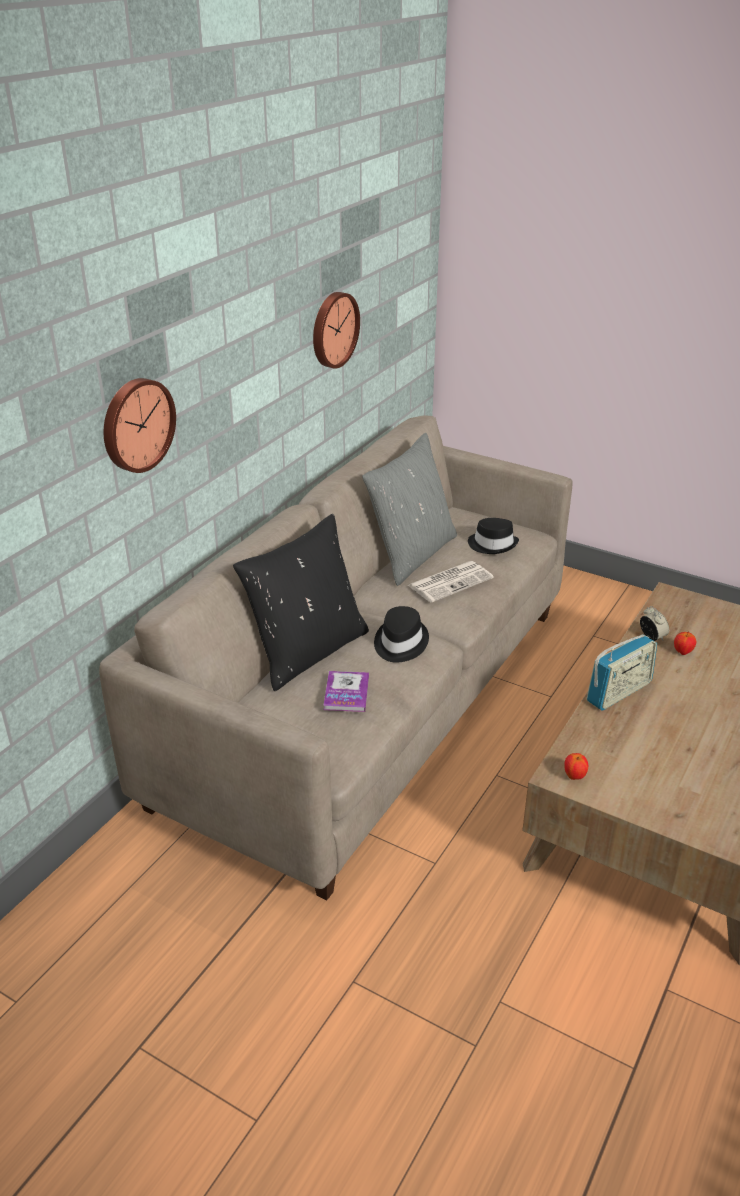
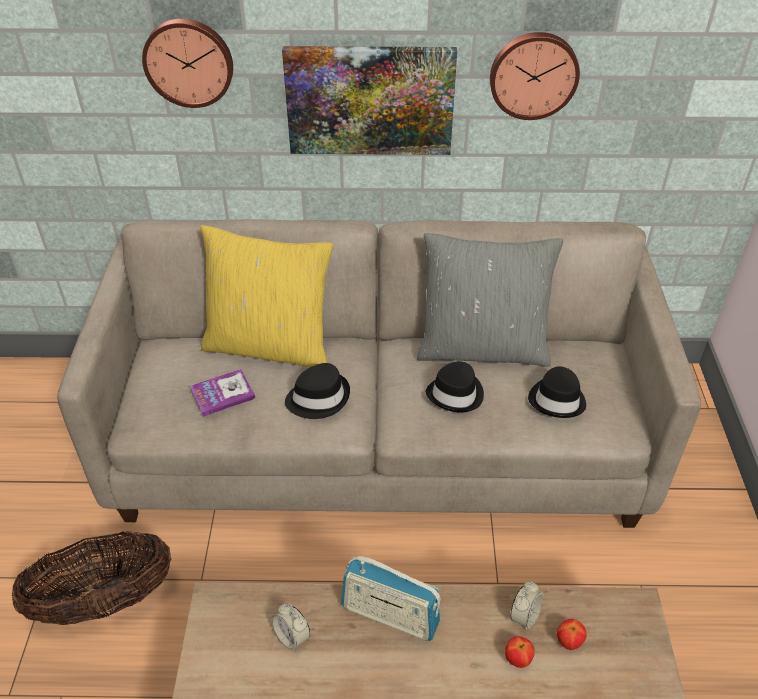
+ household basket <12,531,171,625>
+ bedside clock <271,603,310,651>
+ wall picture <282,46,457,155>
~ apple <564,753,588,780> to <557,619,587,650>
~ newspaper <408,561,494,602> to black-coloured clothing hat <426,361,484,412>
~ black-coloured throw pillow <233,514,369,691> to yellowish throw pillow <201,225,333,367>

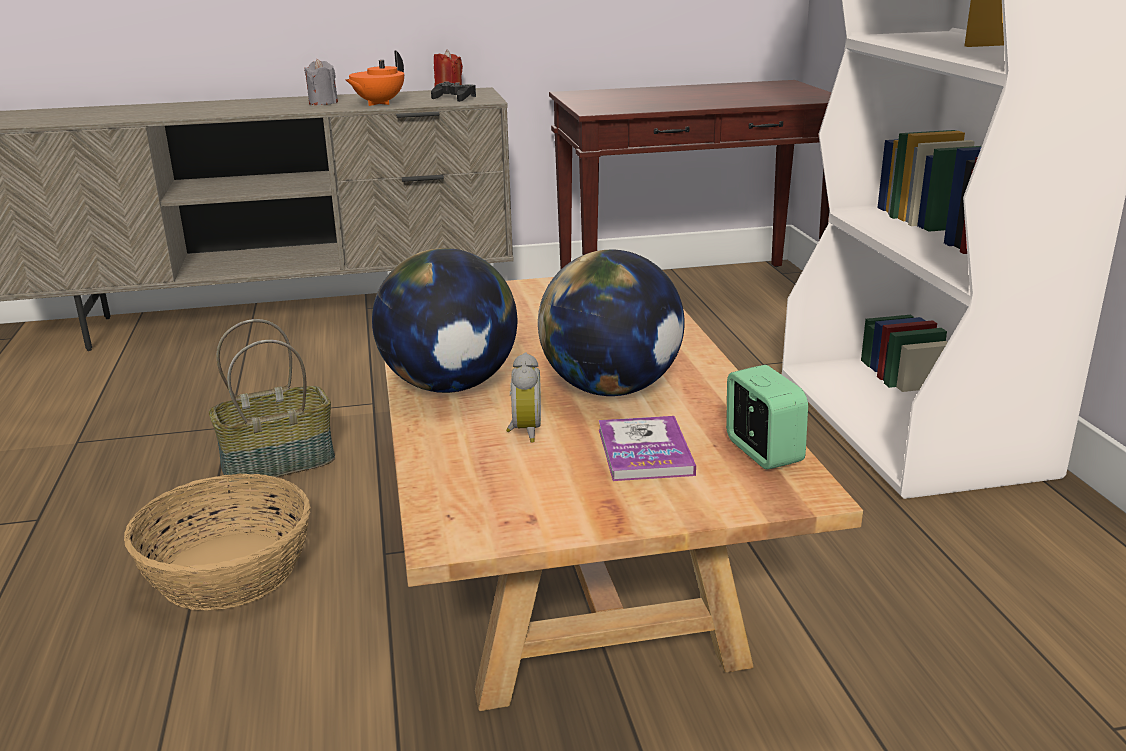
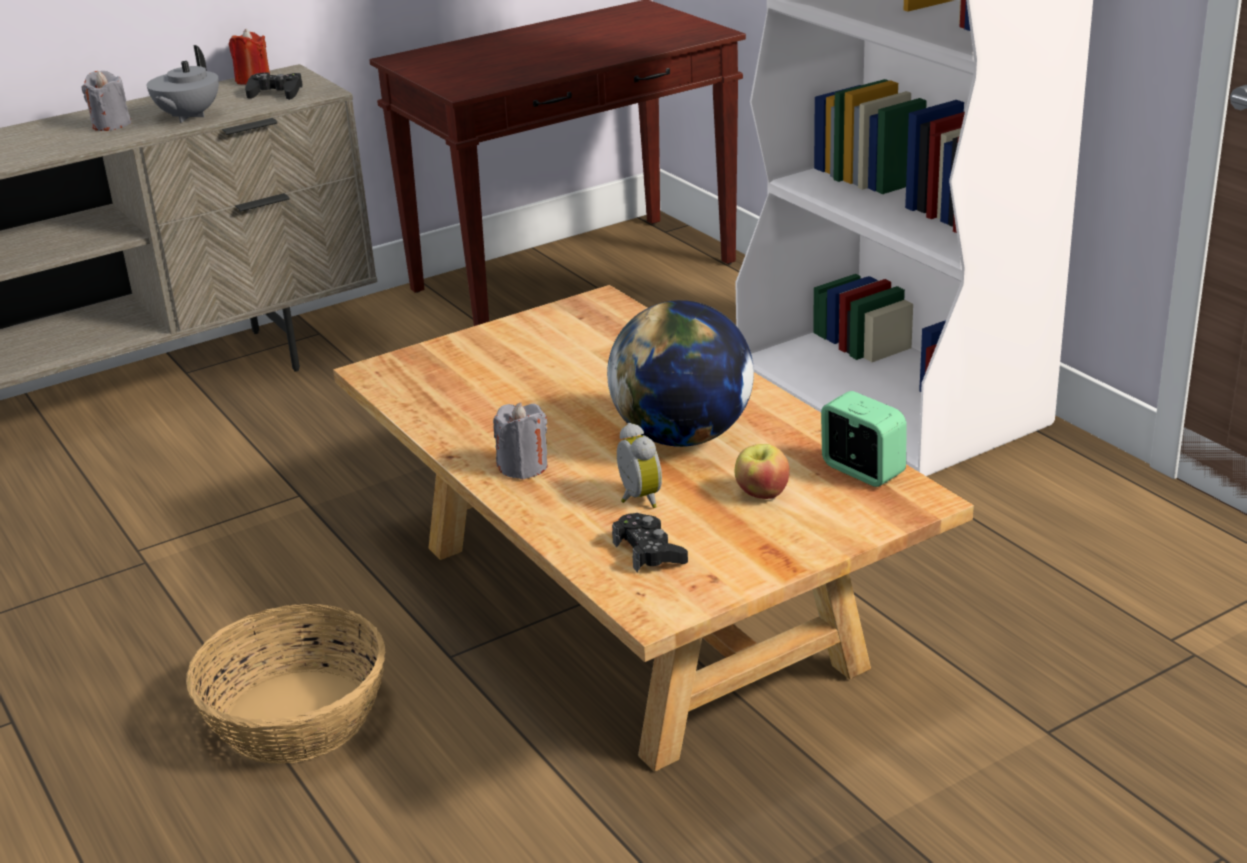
- household basket <209,319,335,484>
+ black-coloured joypad <612,513,688,572>
~ desk globe <372,248,517,393> to gray candle <493,402,547,479>
~ bound book <599,416,696,481> to apple <735,444,790,499>
~ orange-coloured teapot <345,50,404,106> to gray teapot <147,45,219,123>

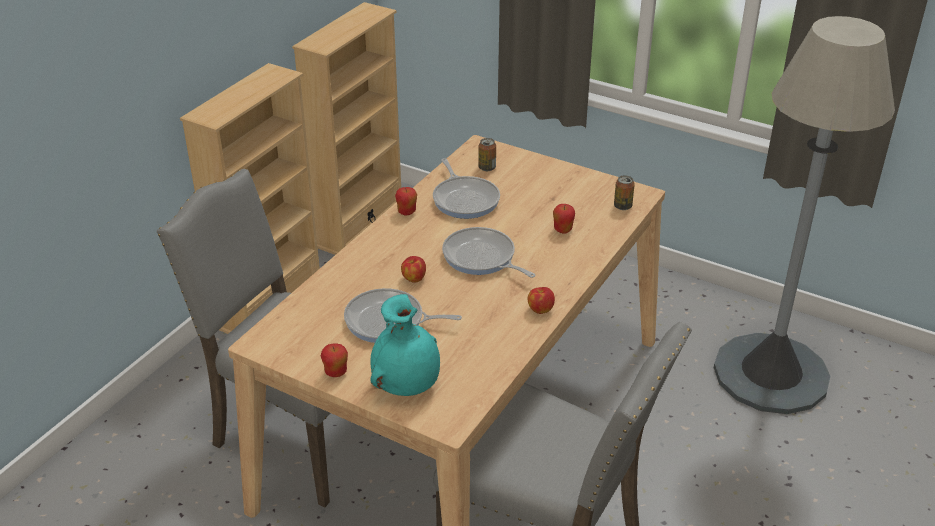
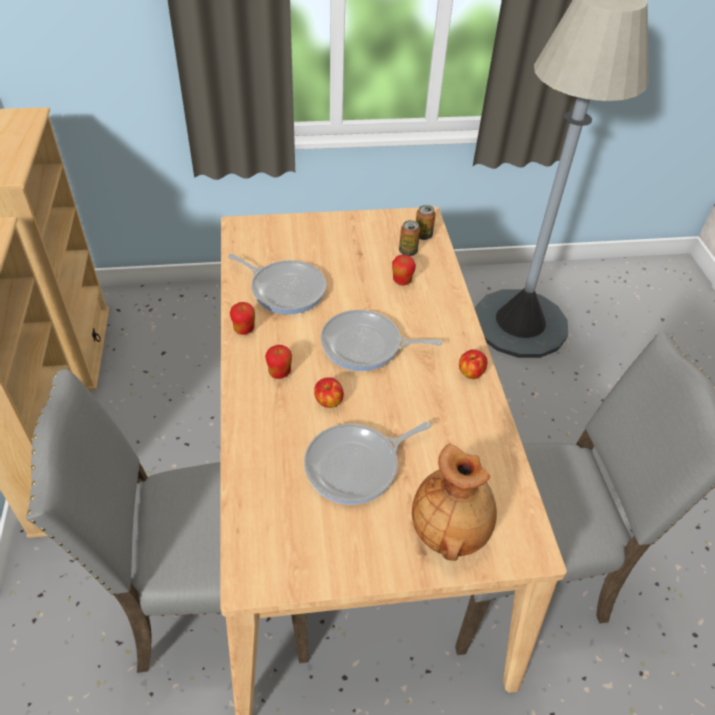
~ apple <321,344,348,377> to <265,345,292,379>
~ metal can <478,138,496,171> to <399,220,420,256>
~ turquoise-coloured vase <370,294,440,396> to brown-coloured vase <412,443,497,561>

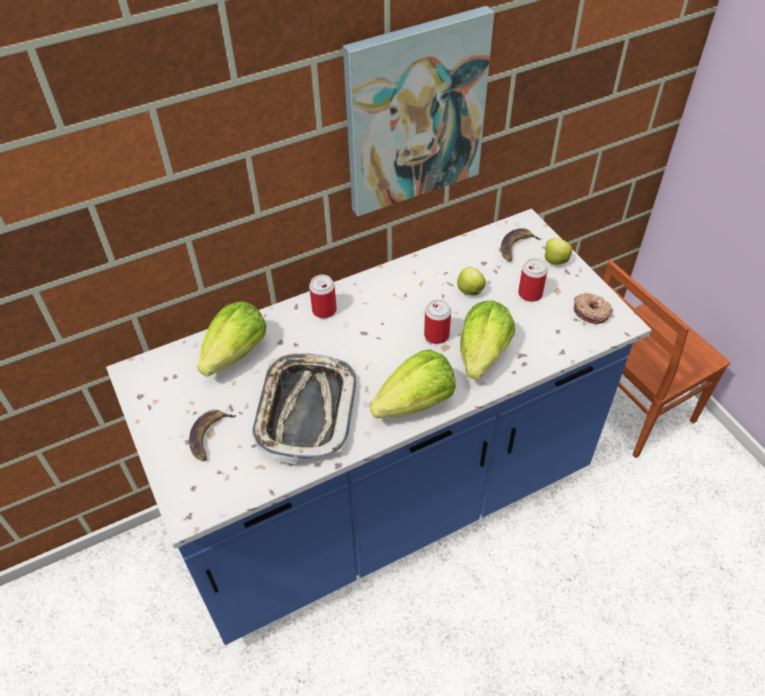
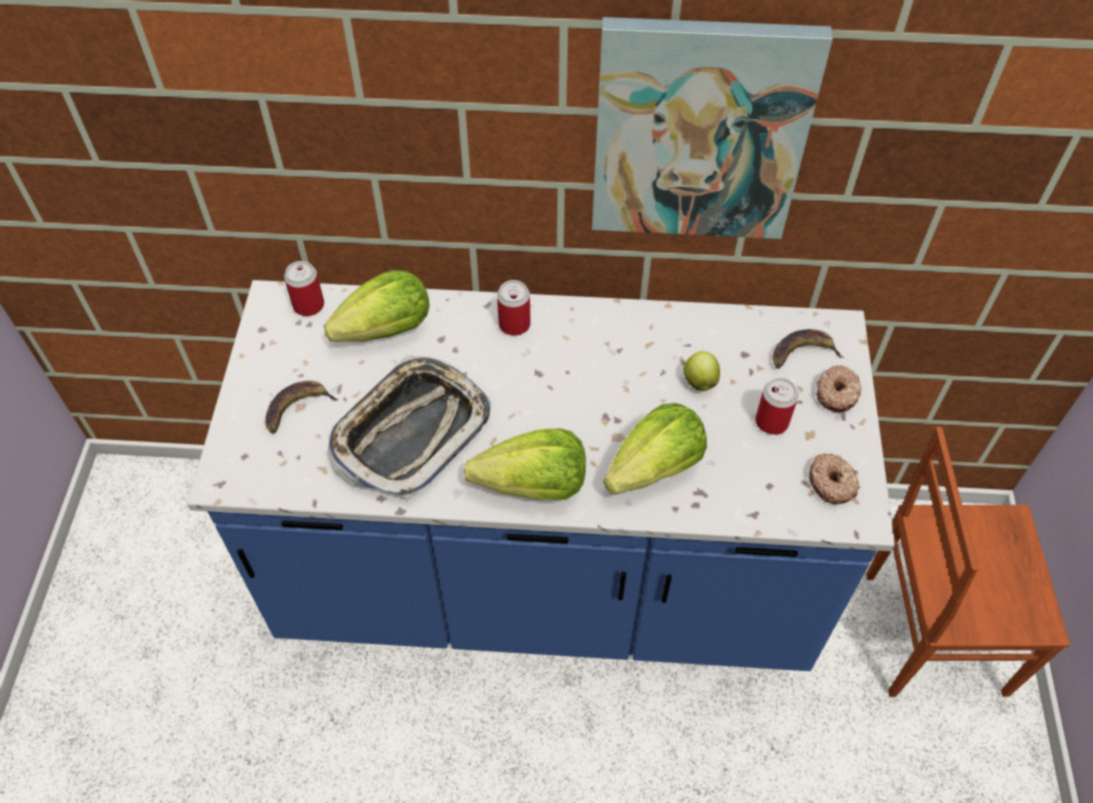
~ metal can <424,299,451,344> to <284,261,324,316>
~ apple <542,238,572,265> to ring doughnut <817,365,861,412>

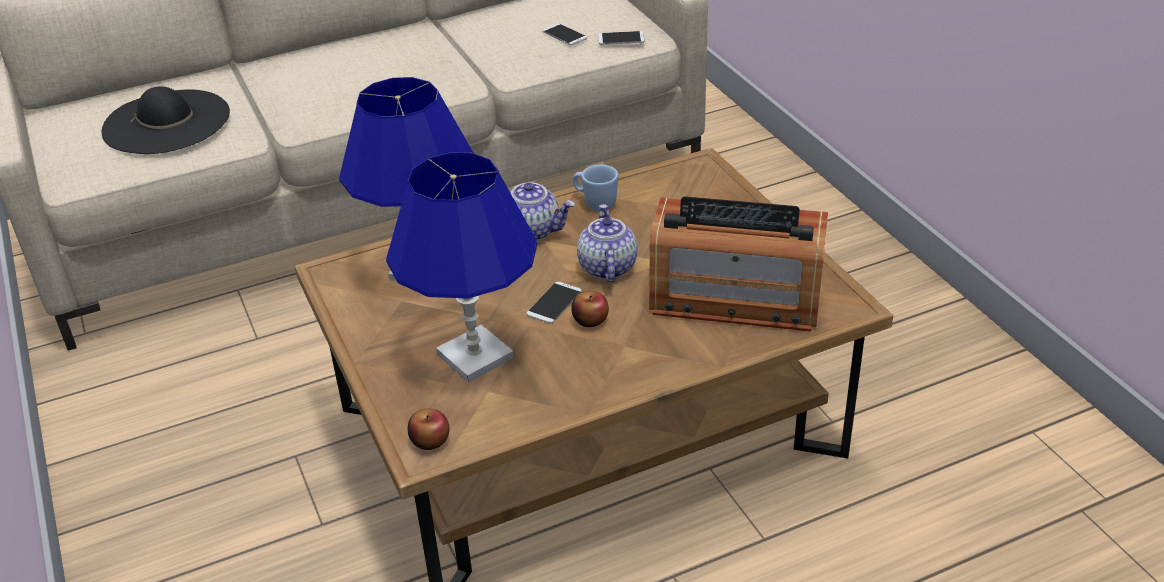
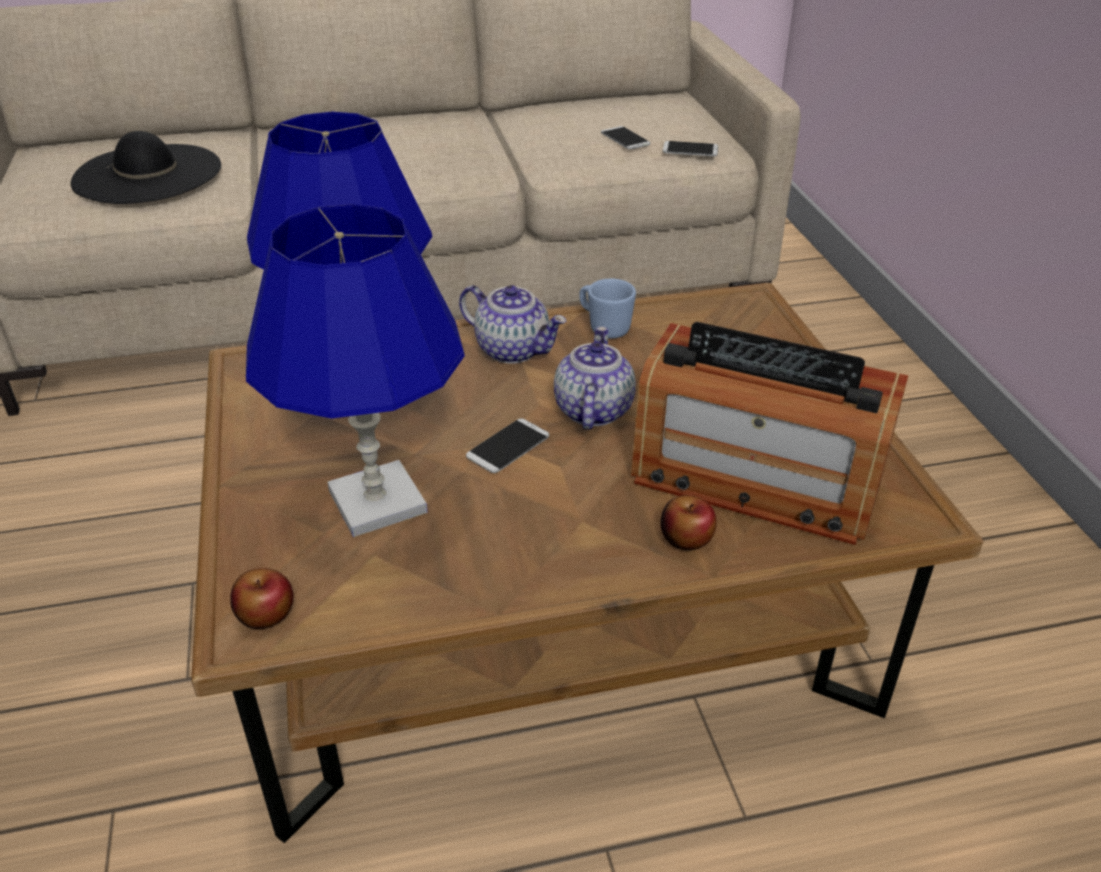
~ apple <572,291,609,327> to <660,495,716,550>

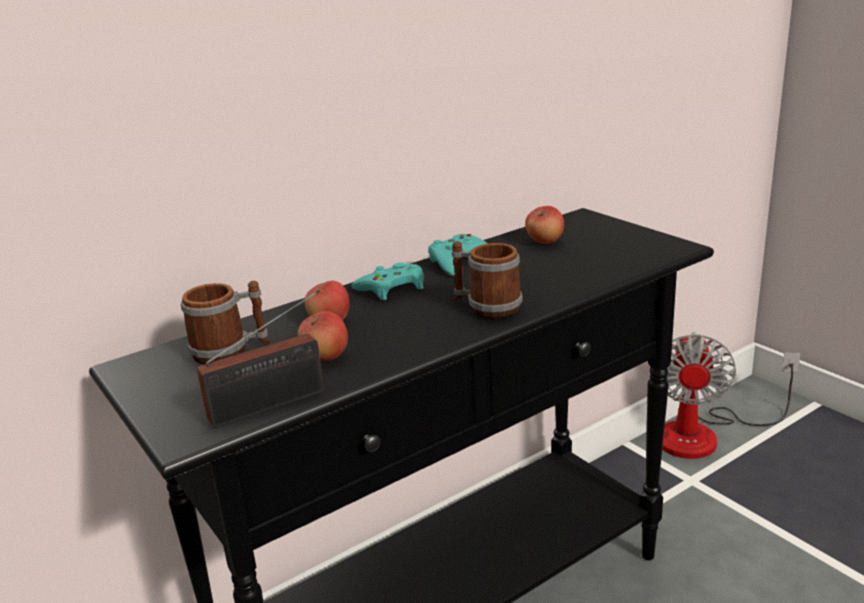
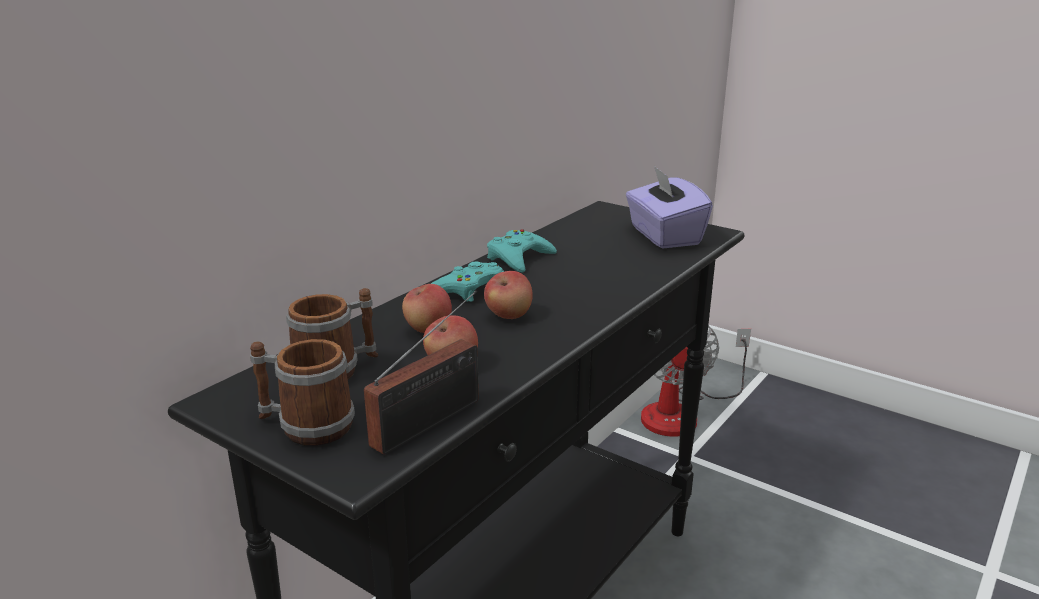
+ purple-coloured tissue box <626,166,713,249>
~ tea mug <452,241,523,319> to <250,339,355,446>
~ apple <525,206,564,244> to <484,271,533,319>

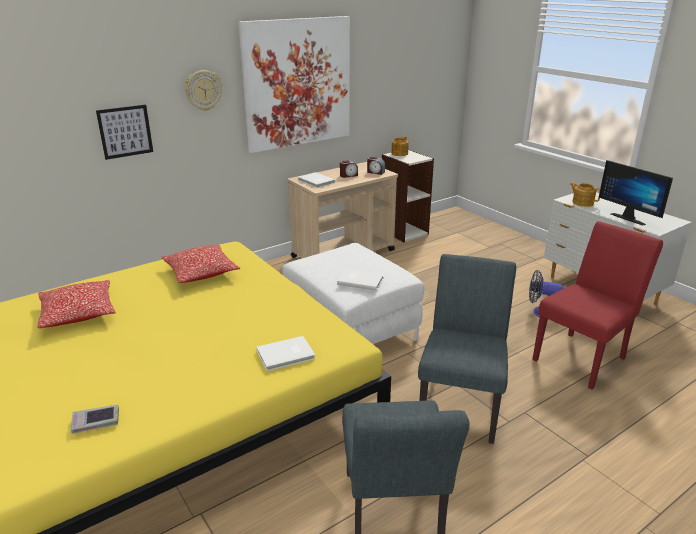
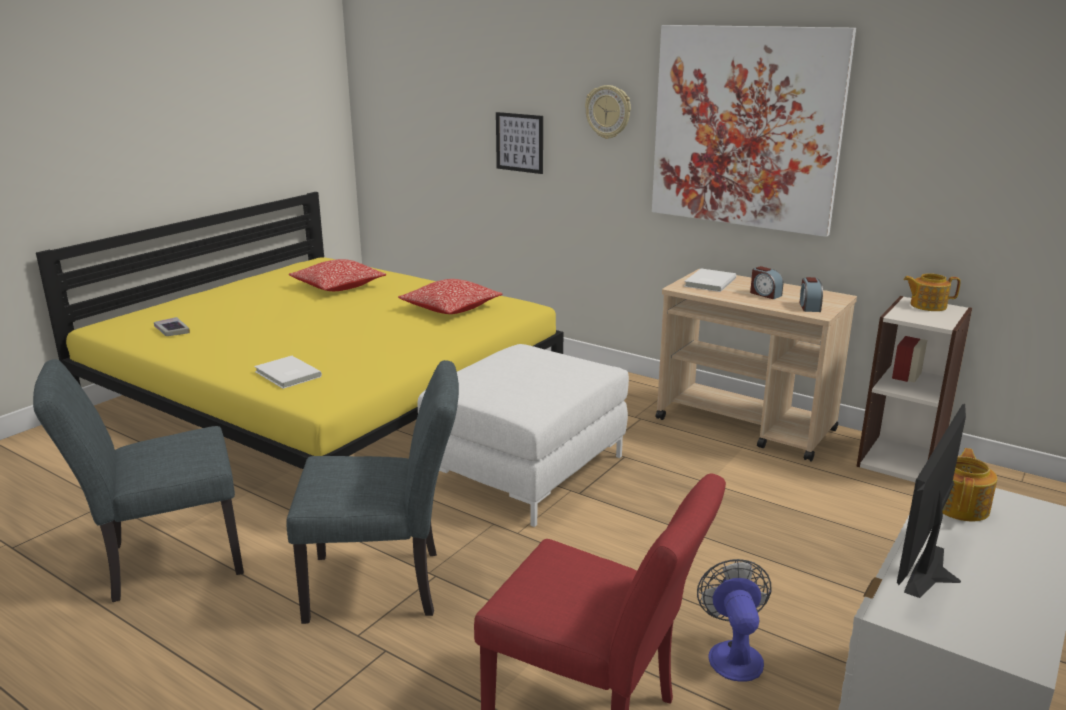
- whitish bound book <337,268,384,291>

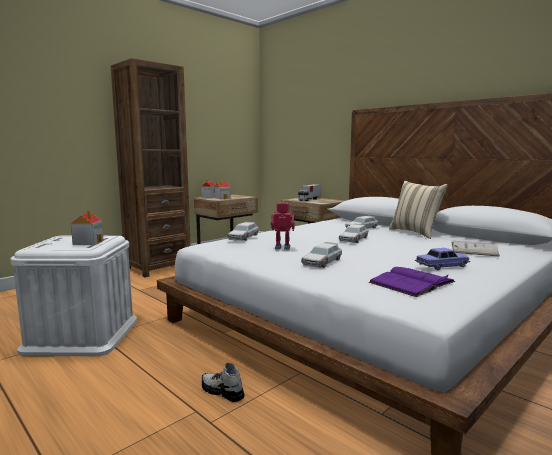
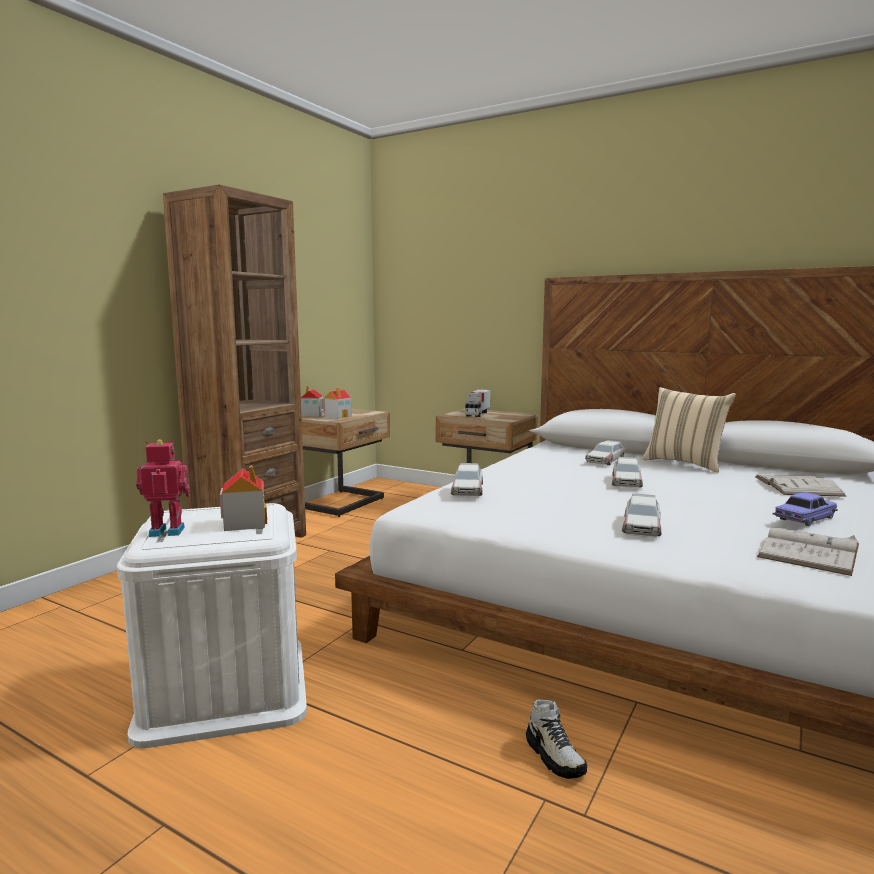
~ toy robot <271,201,295,250> to <136,439,190,537>
~ purple-coloured bound book <369,267,455,297> to whitish bound book <757,527,859,576>
~ low shoe <202,363,245,402> = <526,700,587,779> 135 degrees counterclockwise

